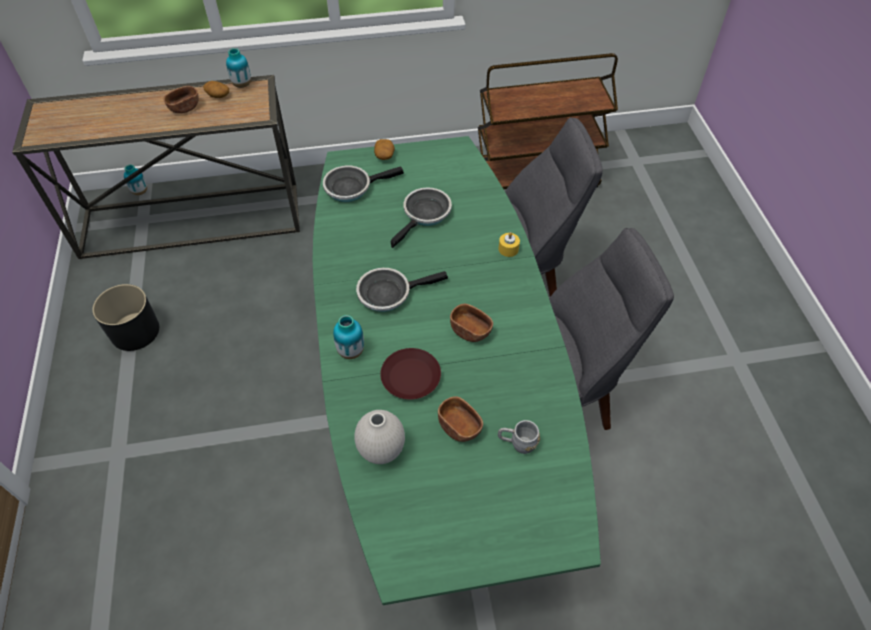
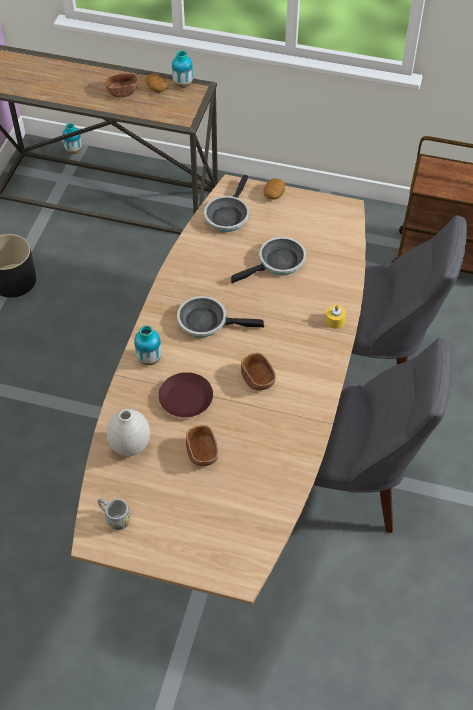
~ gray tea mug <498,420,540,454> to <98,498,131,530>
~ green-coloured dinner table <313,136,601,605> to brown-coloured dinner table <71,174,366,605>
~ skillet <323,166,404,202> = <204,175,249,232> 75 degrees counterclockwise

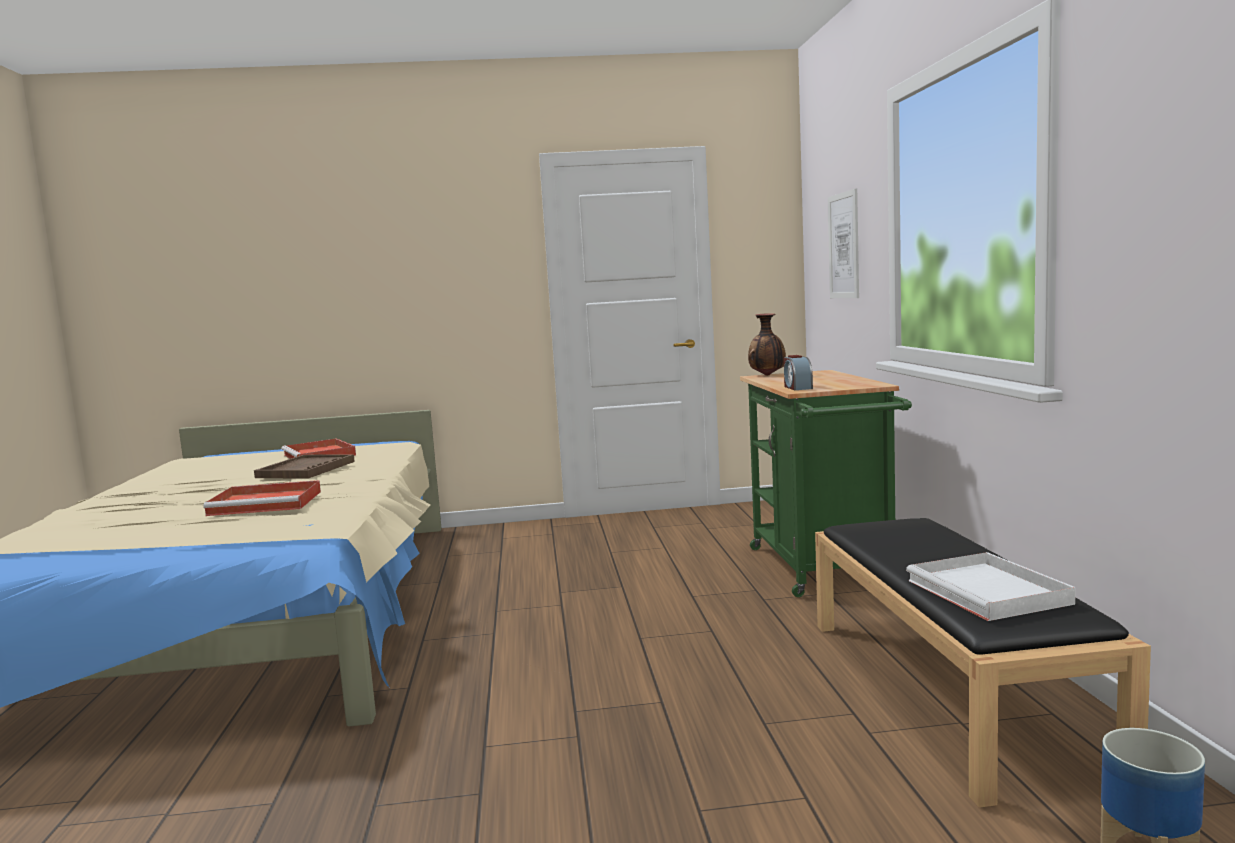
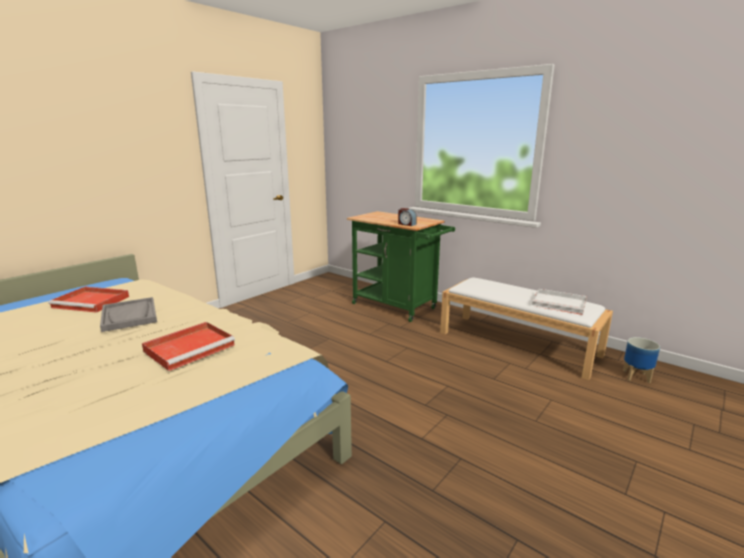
- vase <748,313,786,376>
- wall picture <828,189,859,298>
~ brown-coloured carrying tray <254,454,355,478> to gray carrying tray <100,297,157,332>
~ black-coloured long seat <815,518,1151,808> to whitish long seat <440,277,613,380>

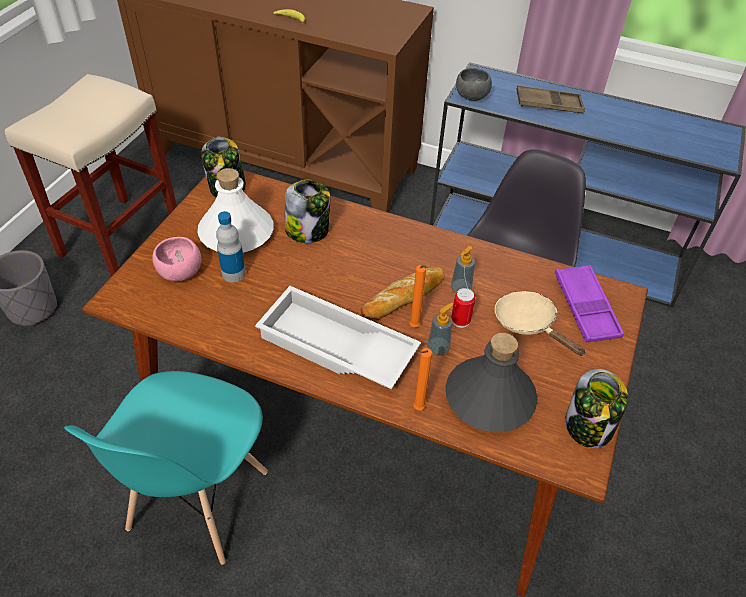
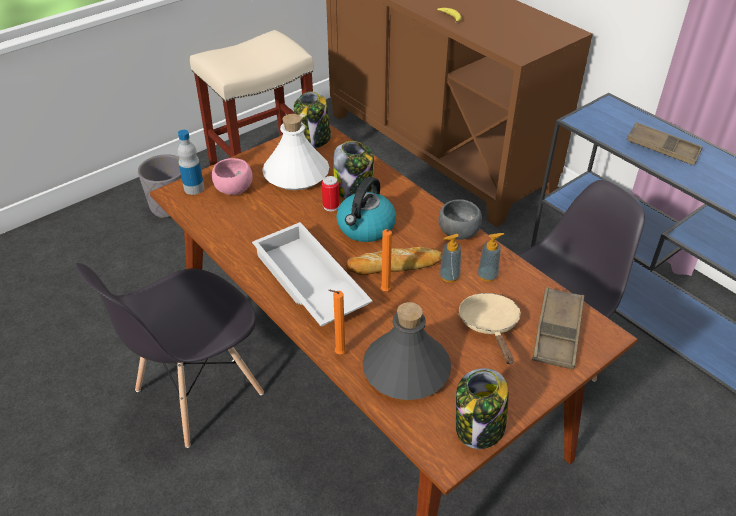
+ tea kettle <336,177,396,242>
~ beverage bottle <216,211,246,282> to <177,130,204,195>
~ soap bottle <427,303,453,356> to <478,233,504,282>
~ metal can <451,288,475,328> to <322,176,339,211>
~ gray deep dish <456,68,492,101> to <438,199,482,240>
~ turquoise-coloured chair <64,371,268,565> to gray chair <76,263,264,448>
~ purple-coloured carrying tray <555,265,624,343> to brown-coloured carrying tray <532,287,584,370>

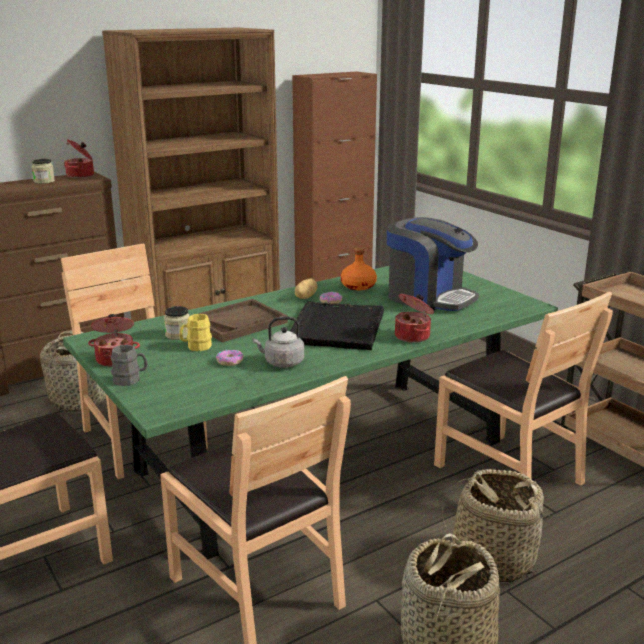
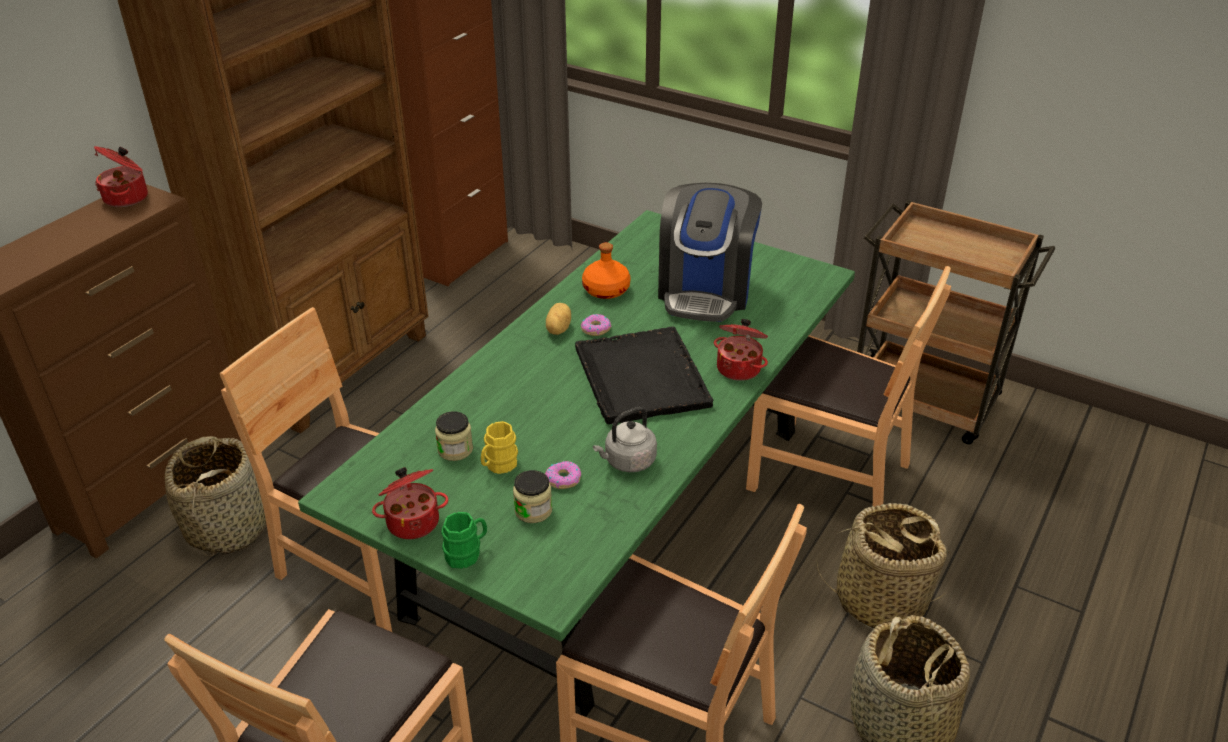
- brown-coloured carrying tray <198,299,288,342>
~ storage jar <32,159,55,184> to <513,470,552,523>
~ gray tea mug <111,345,148,386> to green-coloured tea mug <441,512,487,569>
~ coffee brewer <387,217,479,311> = <658,183,762,322> 90 degrees clockwise

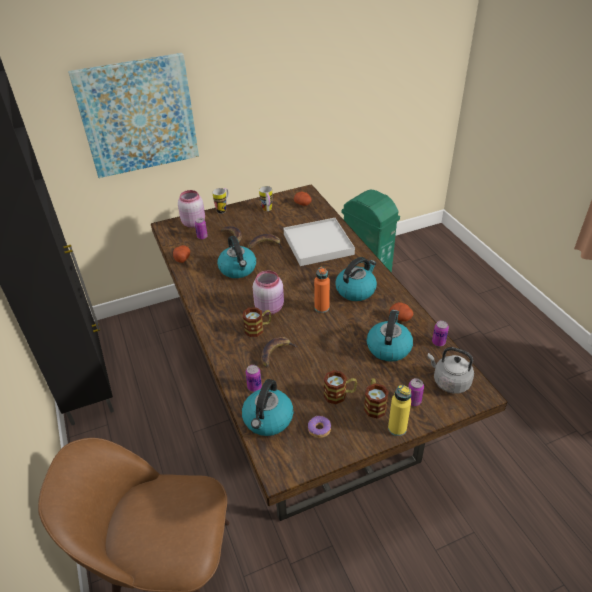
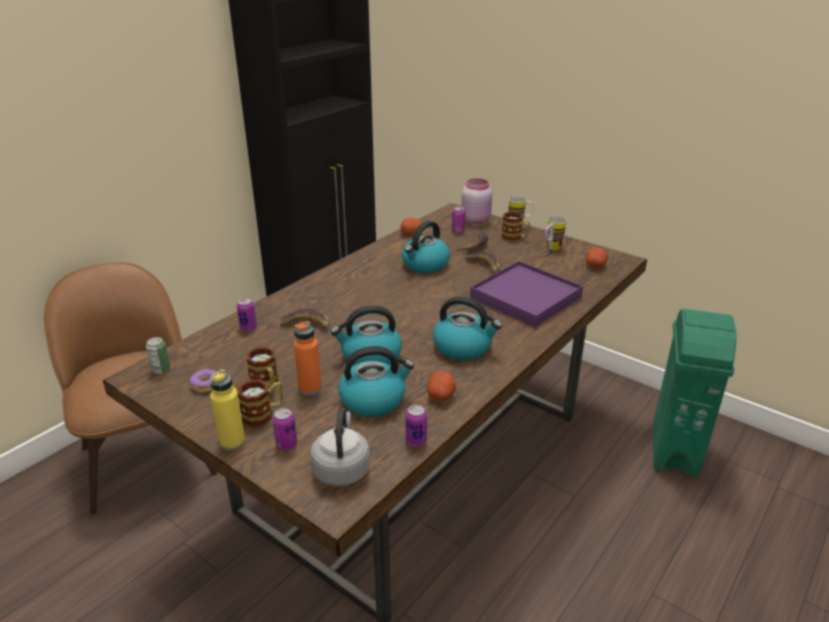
- wall picture <68,53,199,178>
- pink-coloured storage jar <253,271,284,315>
+ metal can <146,337,171,374>
~ tea kettle <242,379,293,436> to <331,305,402,366>
~ tea mug <243,307,271,337> to <501,212,530,241>
~ orange-coloured beverage bottle <314,266,330,313> to <294,321,322,395>
~ whitish carrying tray <284,218,355,266> to purple-coloured carrying tray <470,261,583,327>

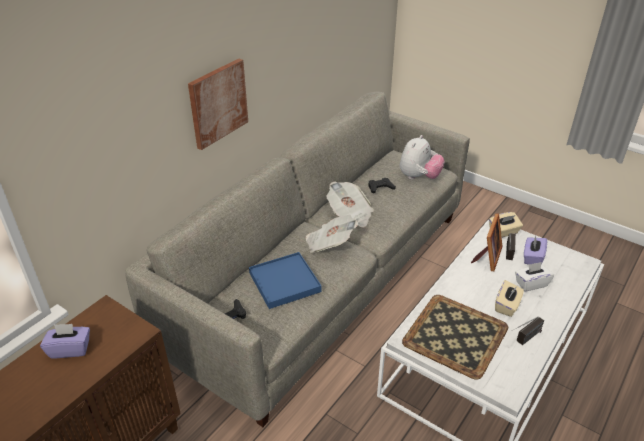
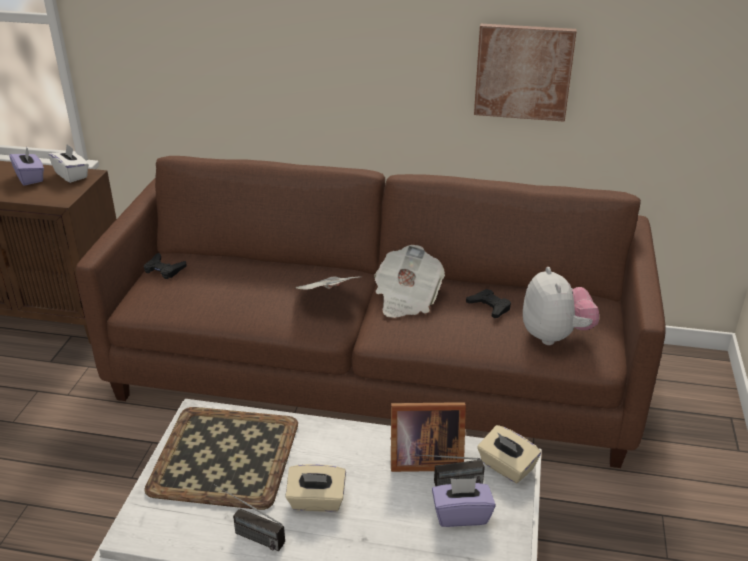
- bluish carrying tray <249,252,321,309>
~ wall picture <188,59,248,150> to <474,24,577,122>
~ whitish tissue box <515,262,554,291> to <48,144,89,183>
~ gray couch <125,92,470,427> to brown-coloured couch <76,156,666,468>
~ plush toy <400,135,445,180> = <523,267,599,345> 105 degrees counterclockwise

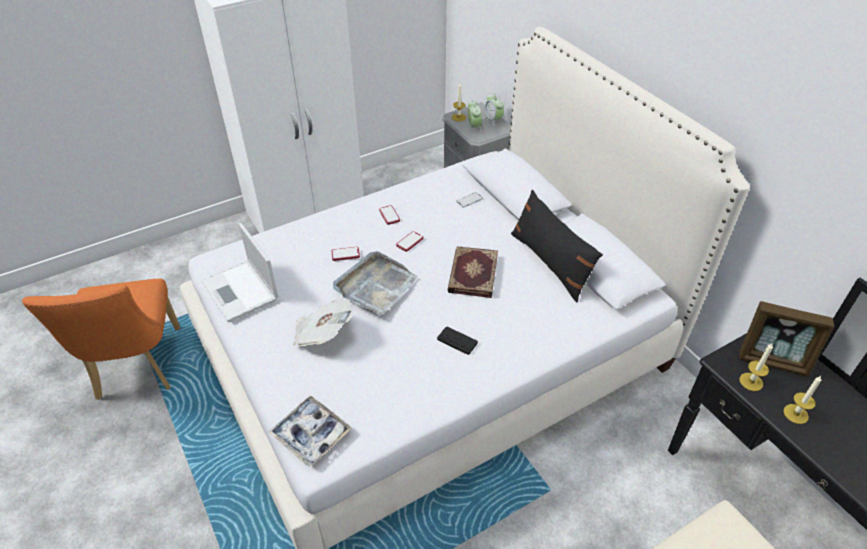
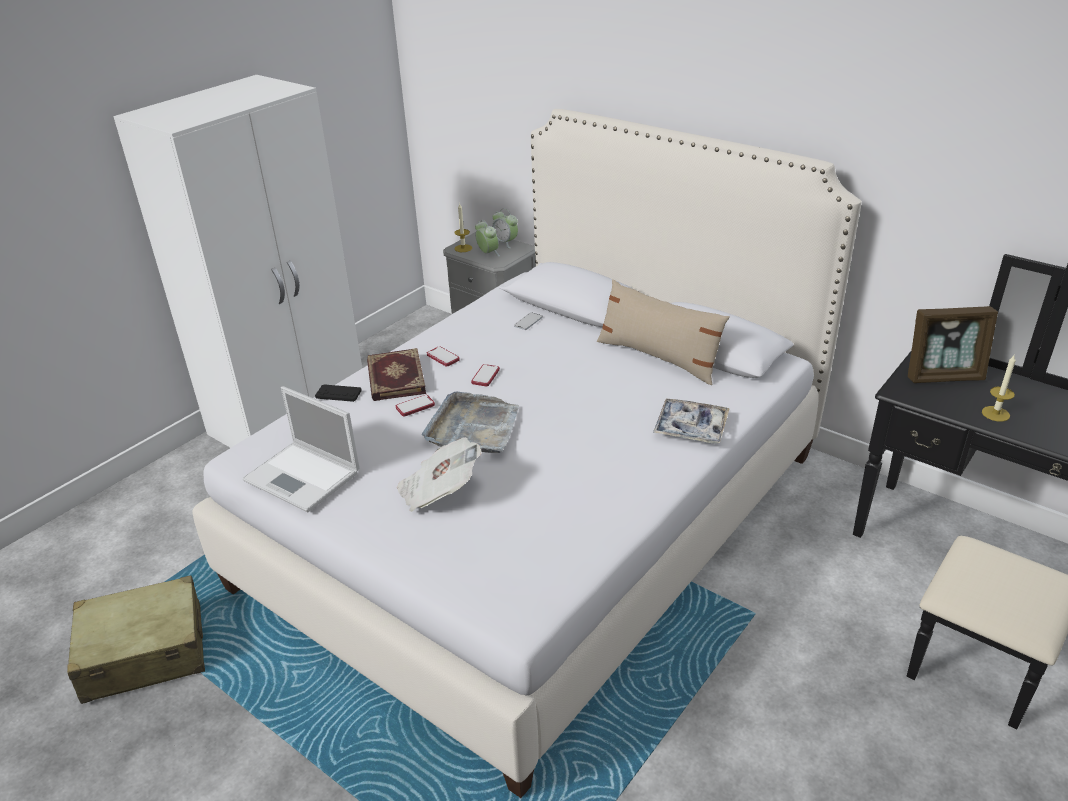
- candle <740,343,773,391>
~ carrying tray <269,396,352,467> to <653,399,730,444>
~ black-coloured joypad <437,327,478,355> to <315,384,362,402>
~ bound book <448,246,498,298> to <367,348,426,401>
~ orange-coloured chair <22,278,180,400> to sand-coloured piece of luggage <67,575,205,704>
~ black-coloured throw pillow <511,190,603,302> to sand-coloured throw pillow <597,279,729,385>

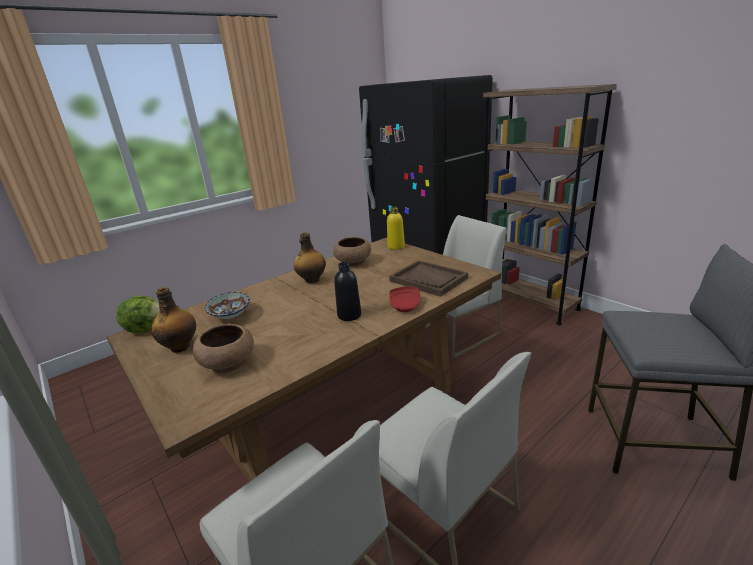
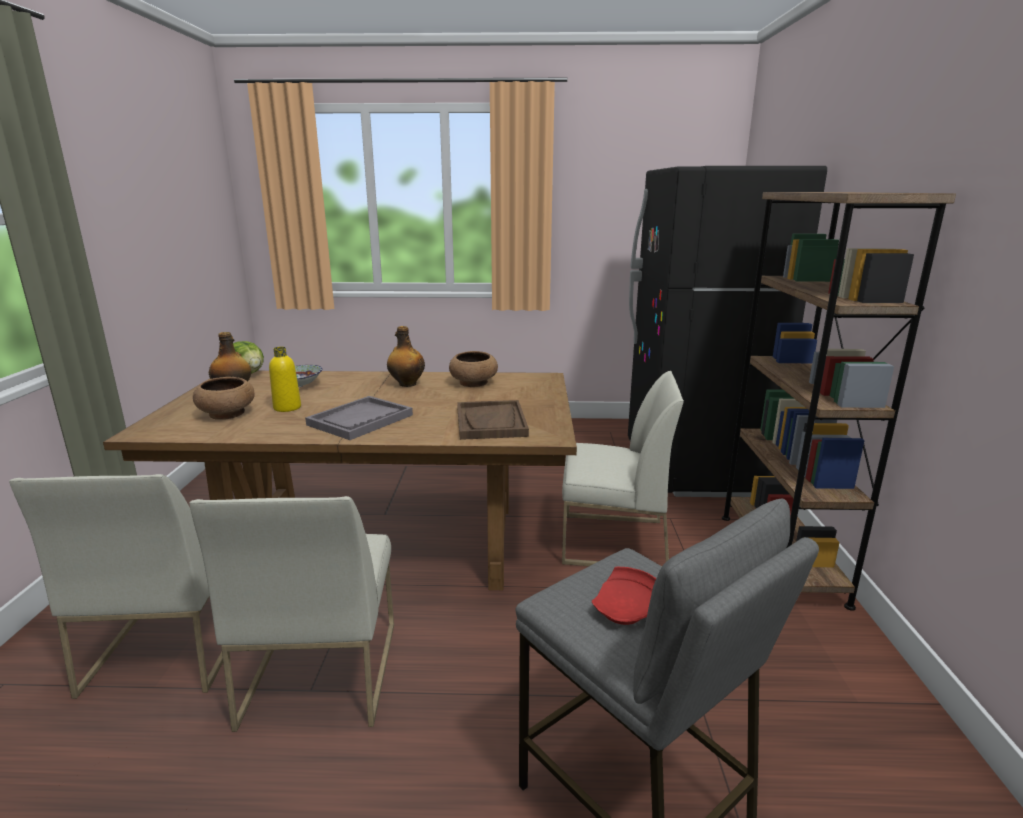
~ yellowish beverage bottle <387,207,405,250> to <269,347,301,412>
~ red-coloured dinner plate <389,286,421,312> to <592,566,656,625>
~ black-coloured beverage bottle <334,262,361,321> to gray carrying tray <305,396,413,440>

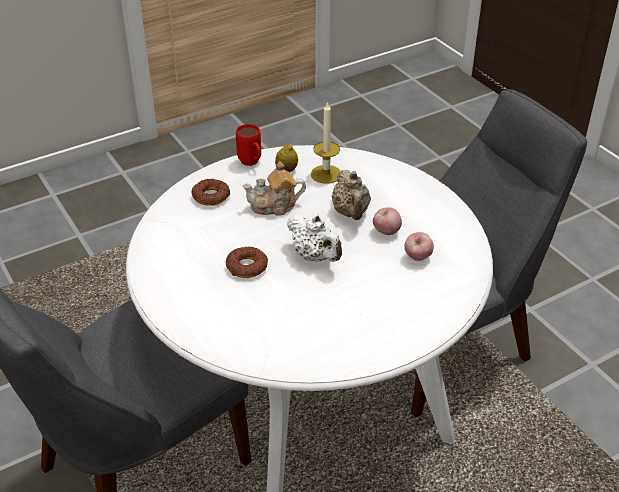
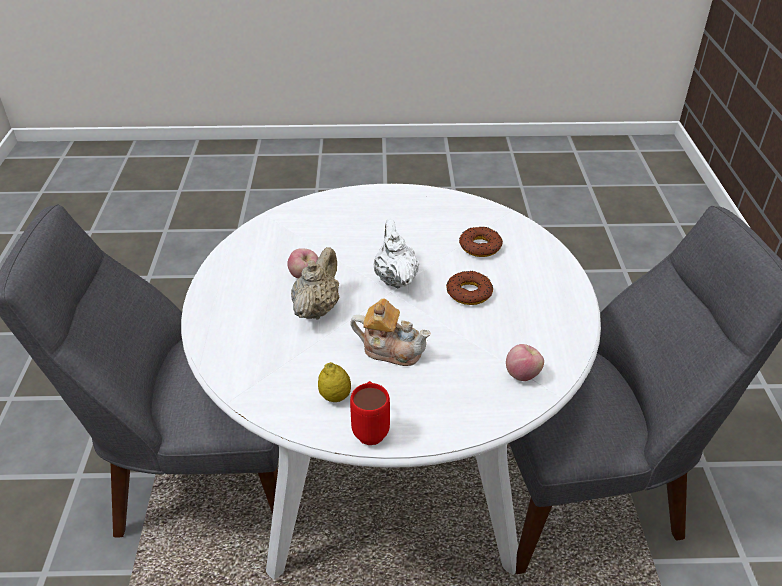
- candle <311,101,341,184>
~ ring doughnut <191,179,230,206> to <459,227,503,257>
~ apple <404,232,434,261> to <506,344,544,381>

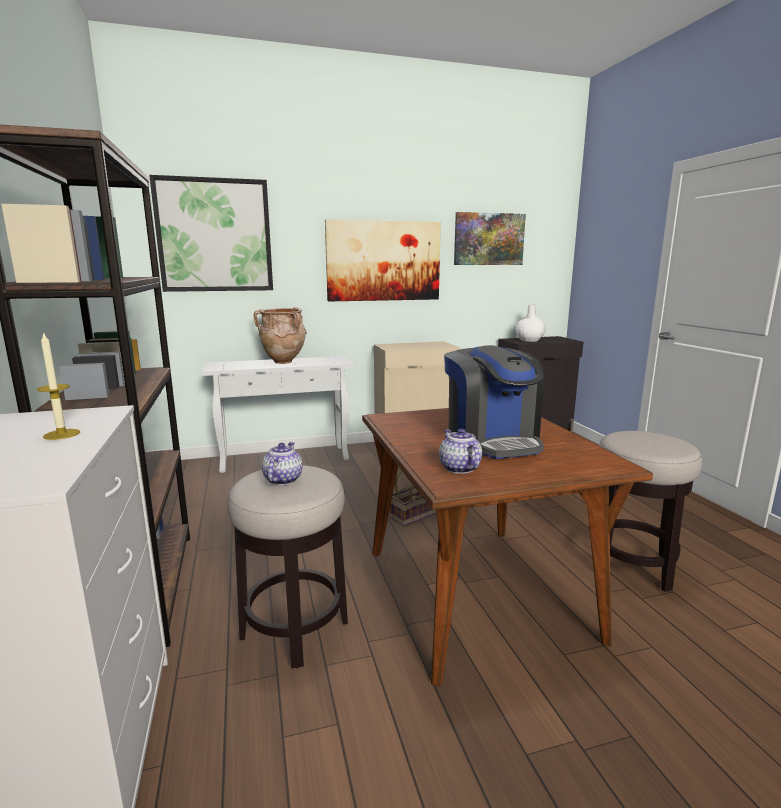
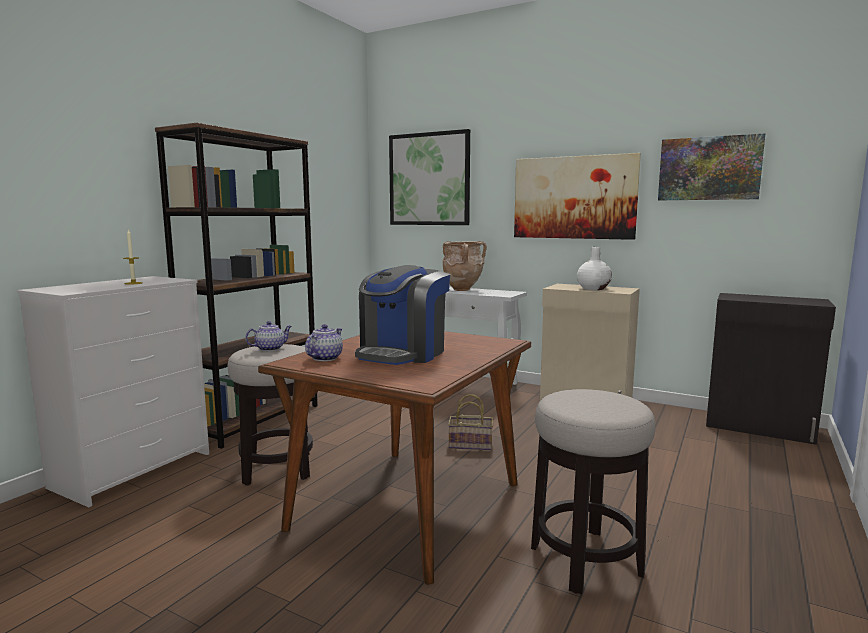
~ whitish vase <516,305,545,342> to <577,247,612,290>

